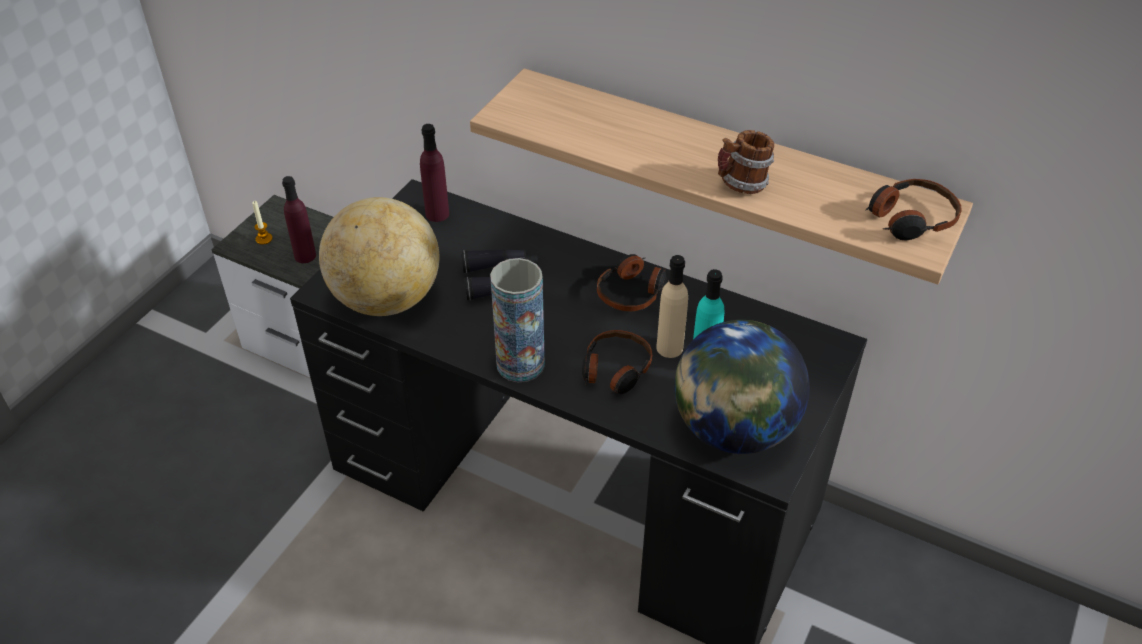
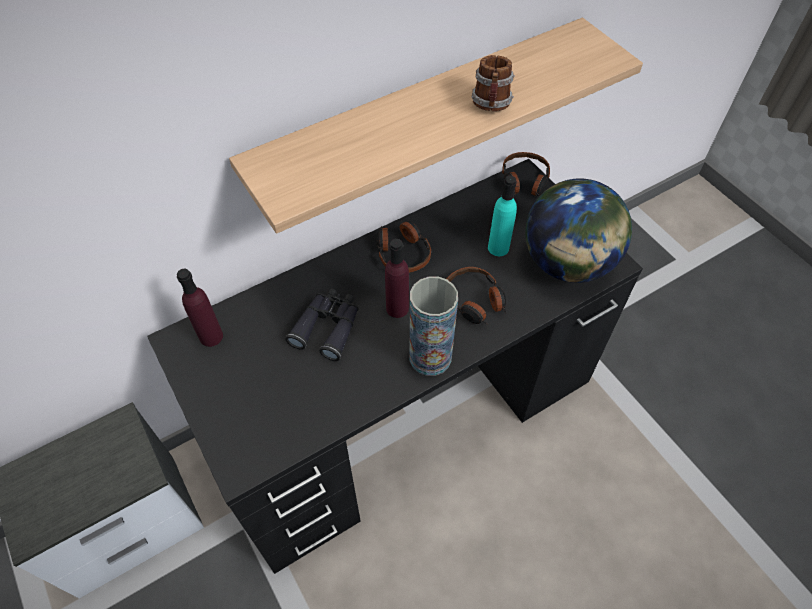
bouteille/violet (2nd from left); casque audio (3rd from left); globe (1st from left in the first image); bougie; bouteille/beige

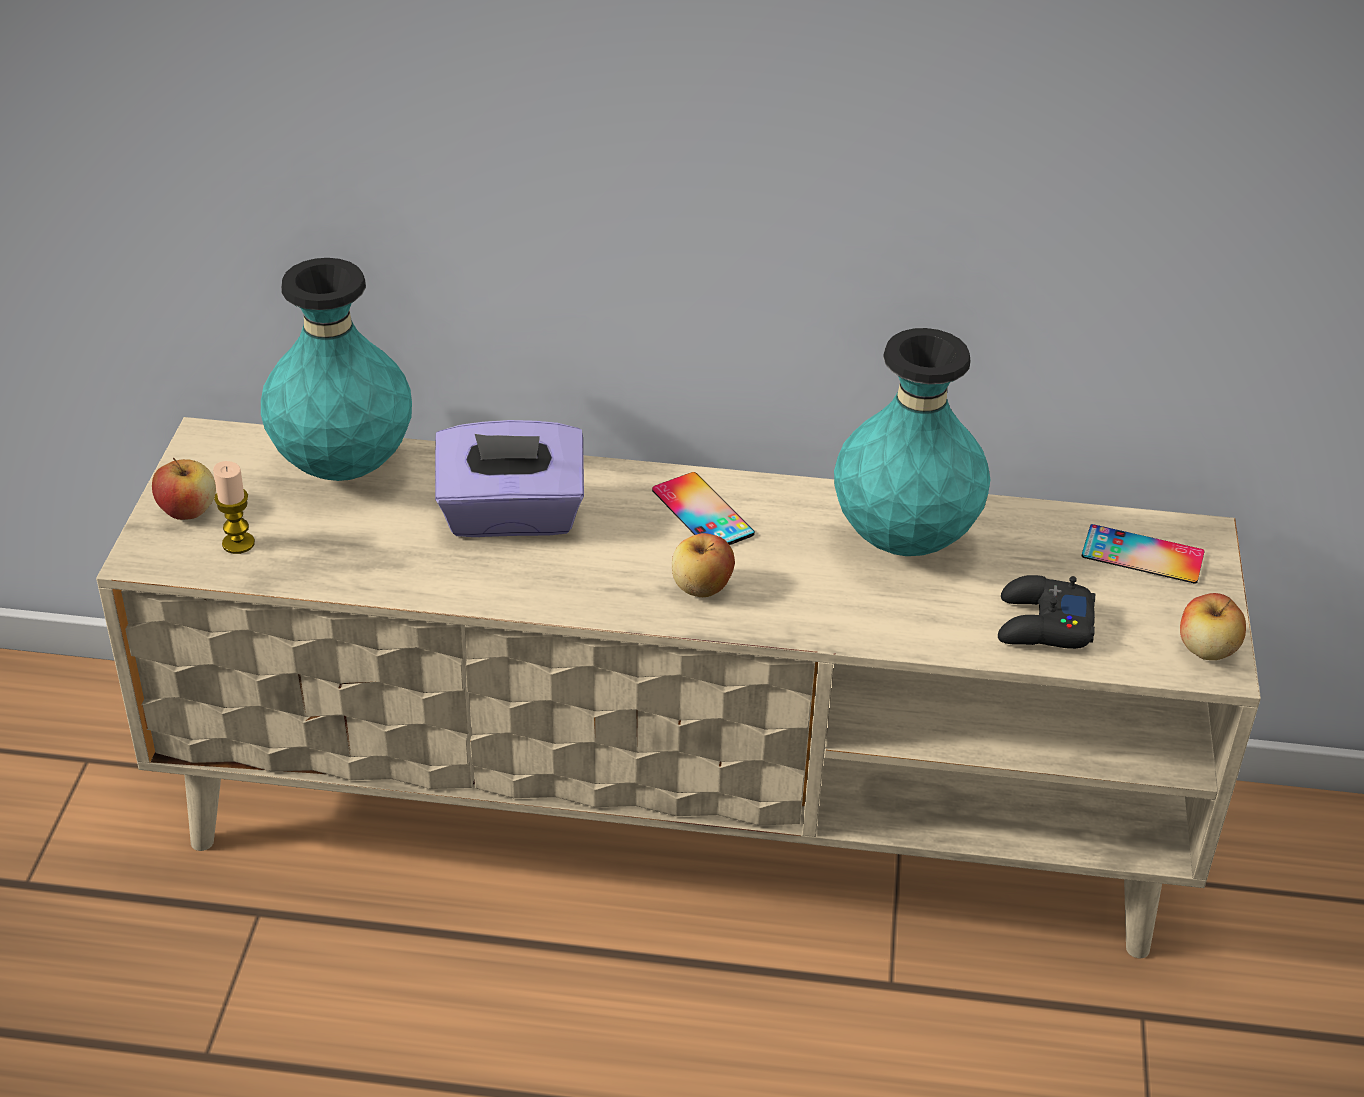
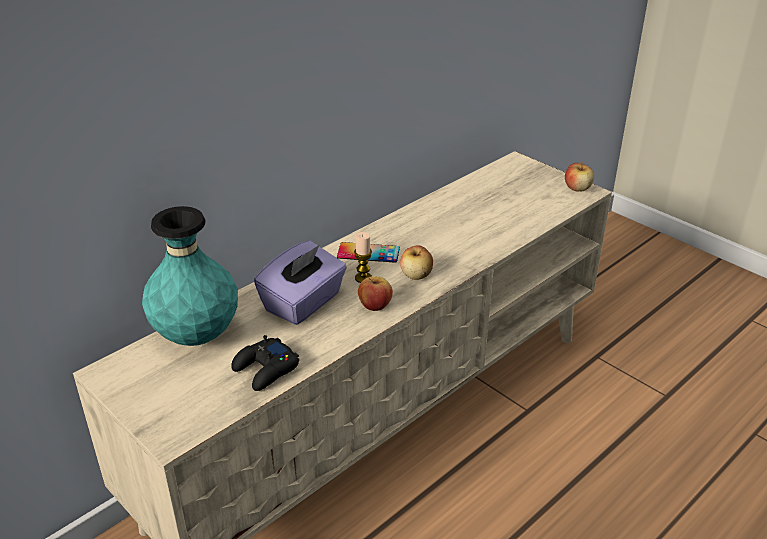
vase/turquoise (2nd from left in the first image); pomme (1st from left); bougie; téléphone (2nd from left in the first image); manette/noir

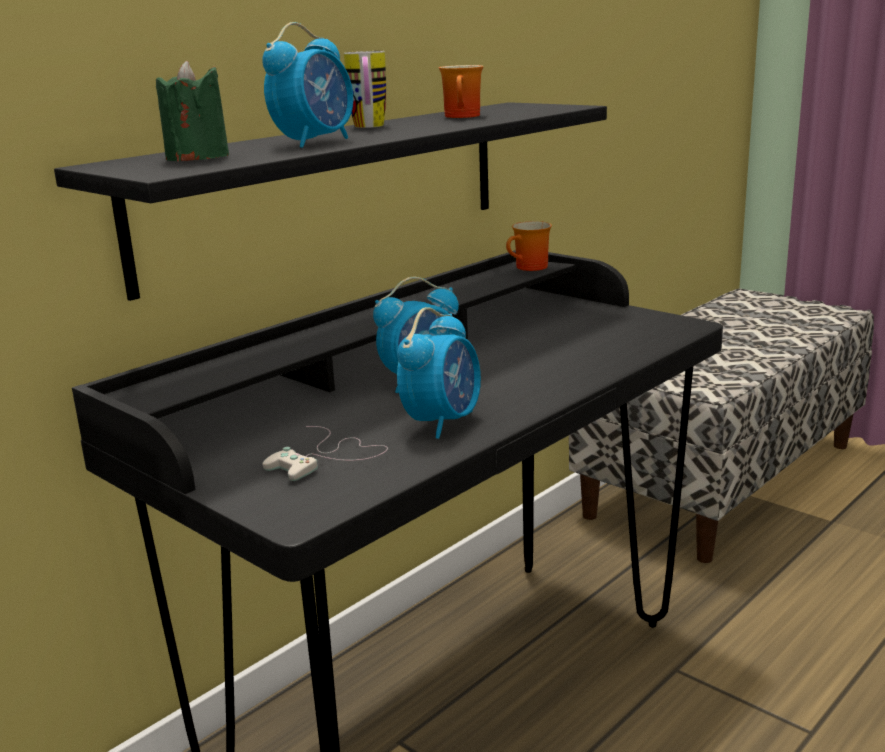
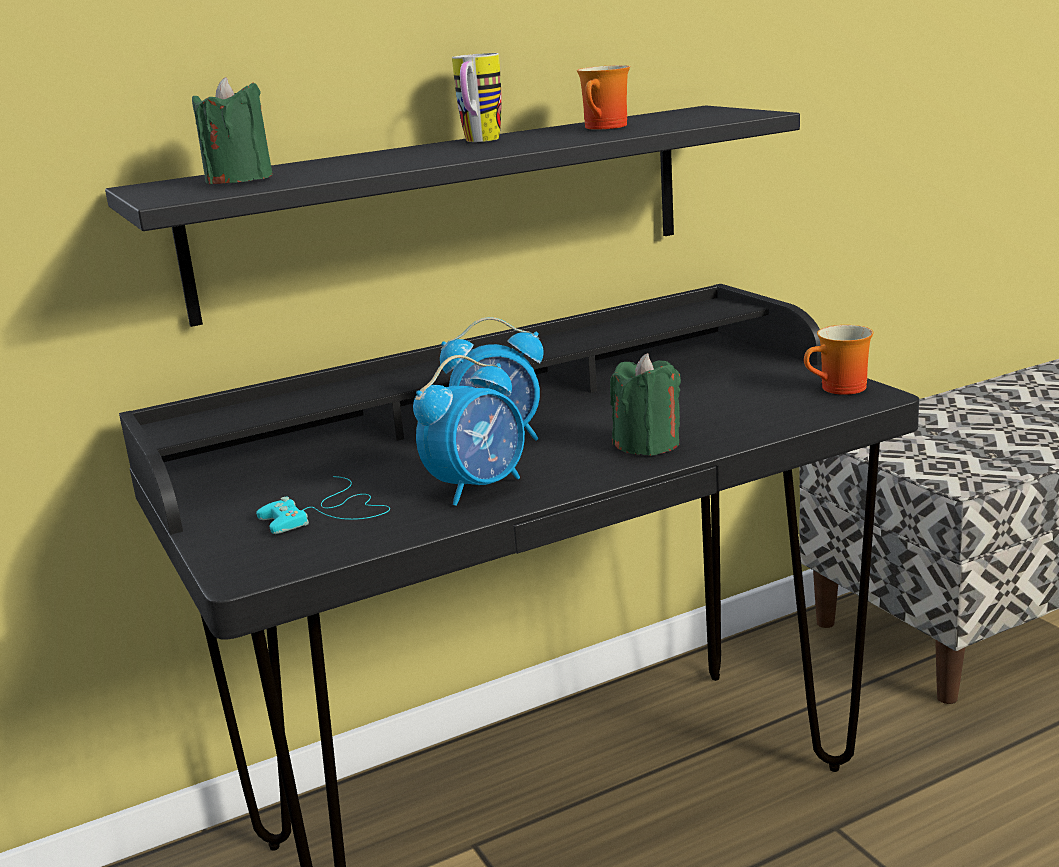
réveil (1st from left in the first image); mug (3rd from left); manette/turquoise; bougie/vert (2nd from left)

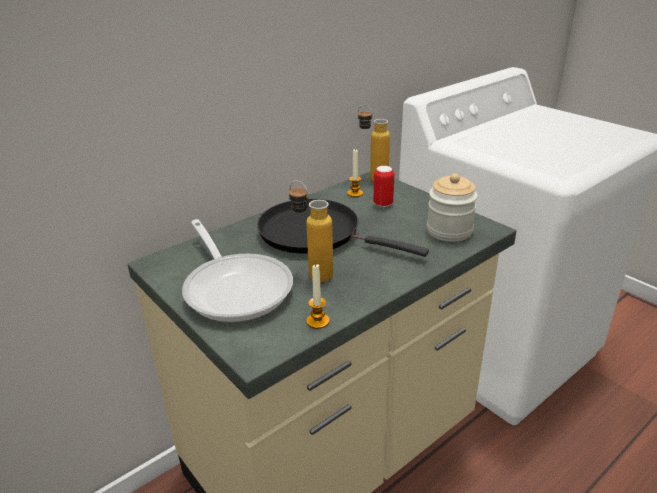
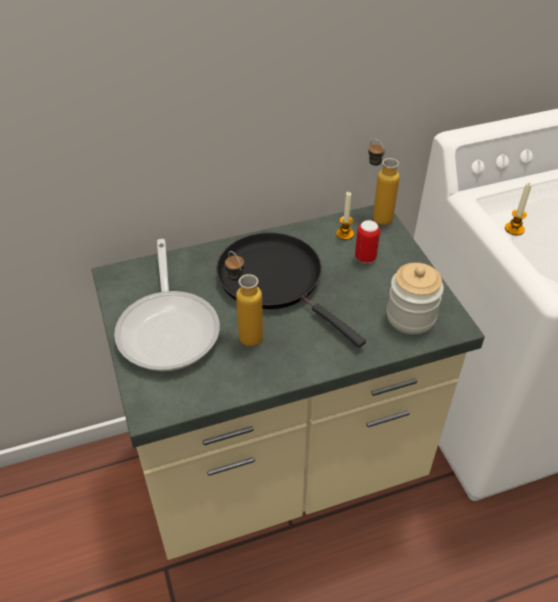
bougie (2nd from left)

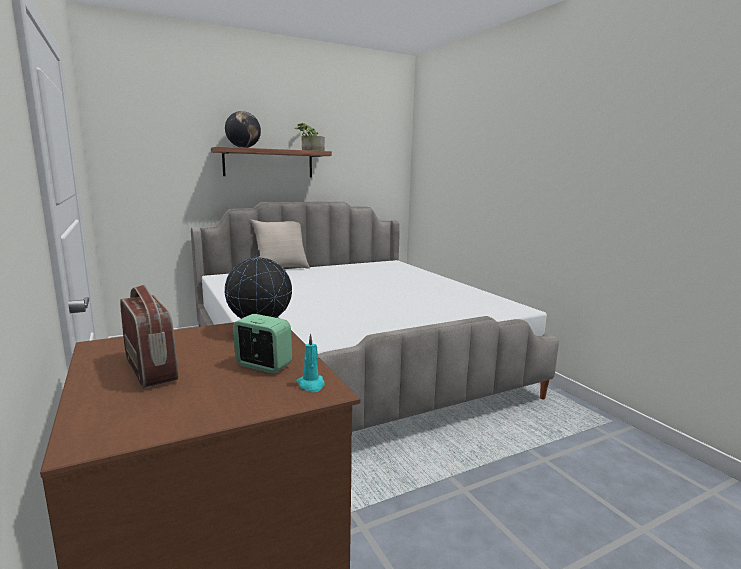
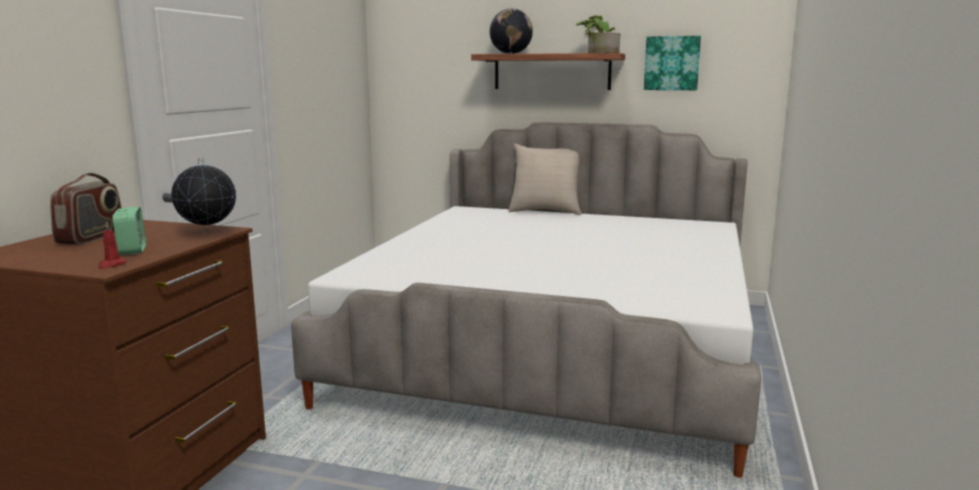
bougie/rouge; tableau

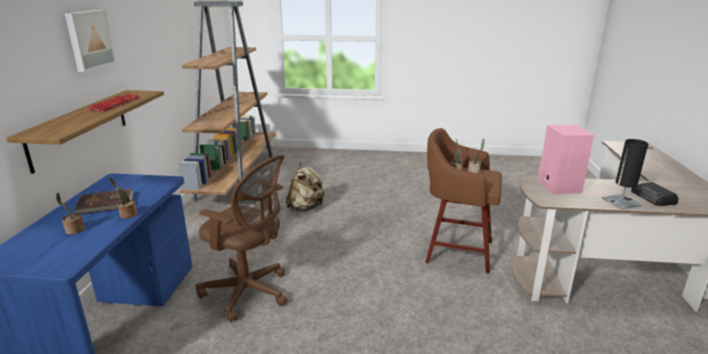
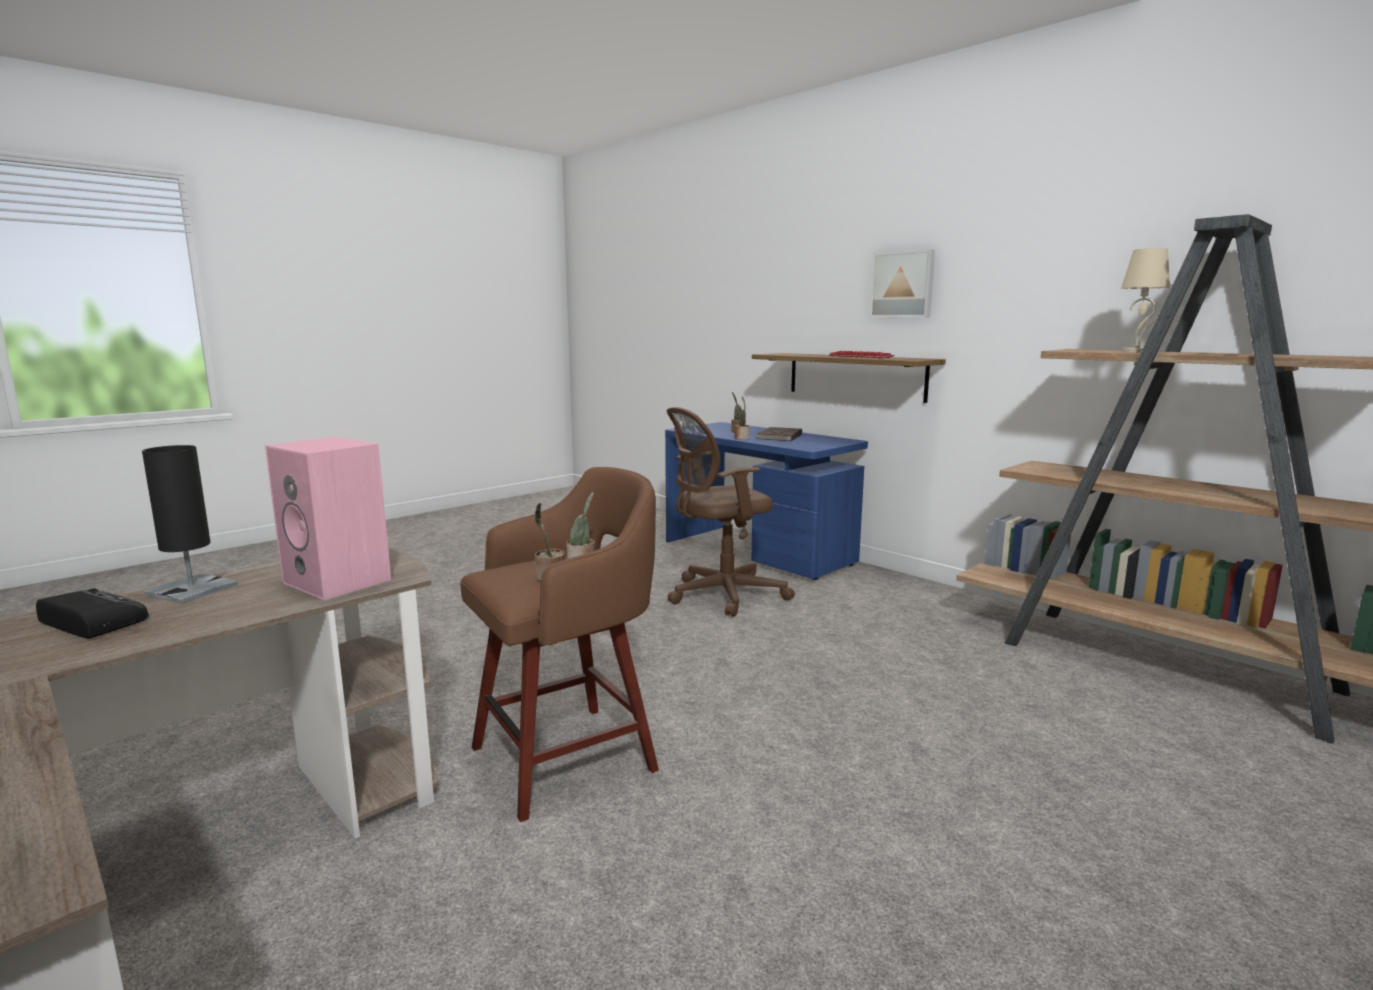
sac à dos/beige; lampe de table/beige

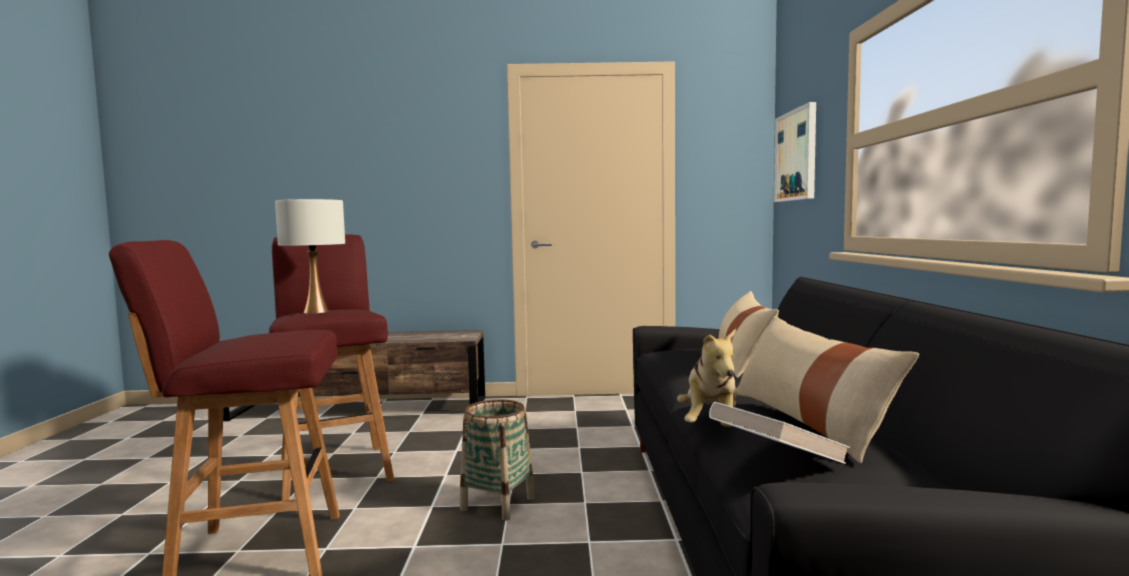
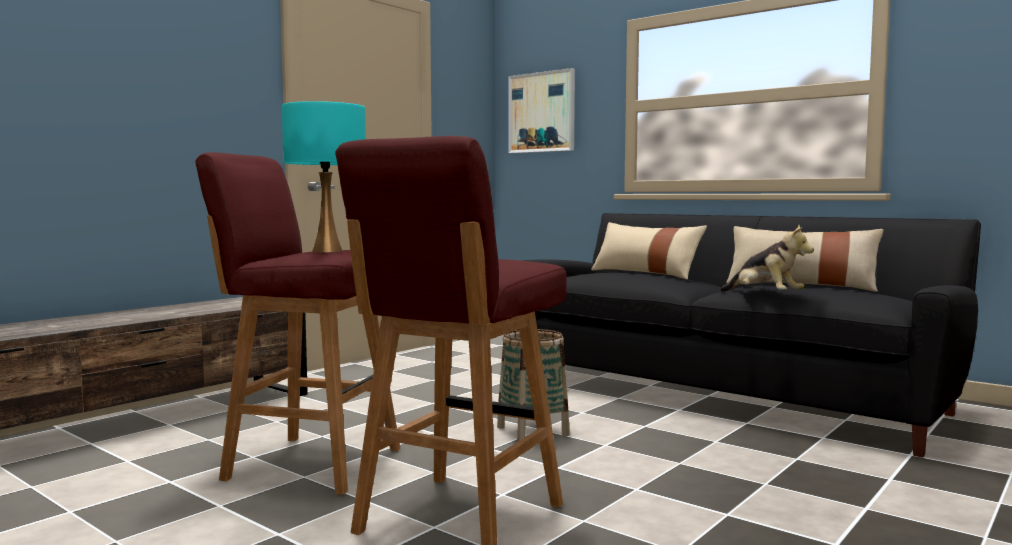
lampe de table/turquoise; livre/blanc

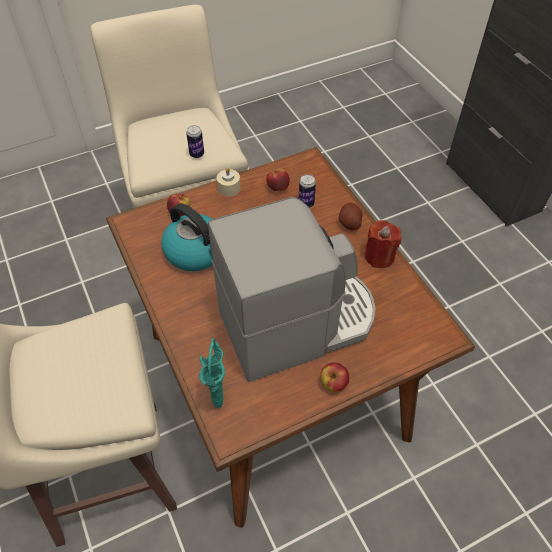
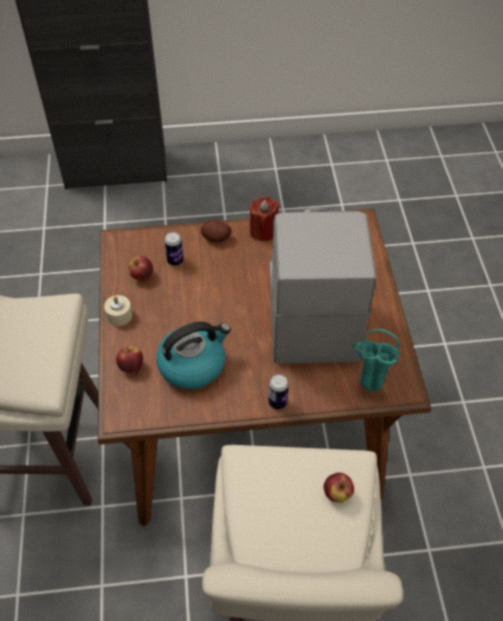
boîte métallique (2nd from left); pomme (3rd from left)

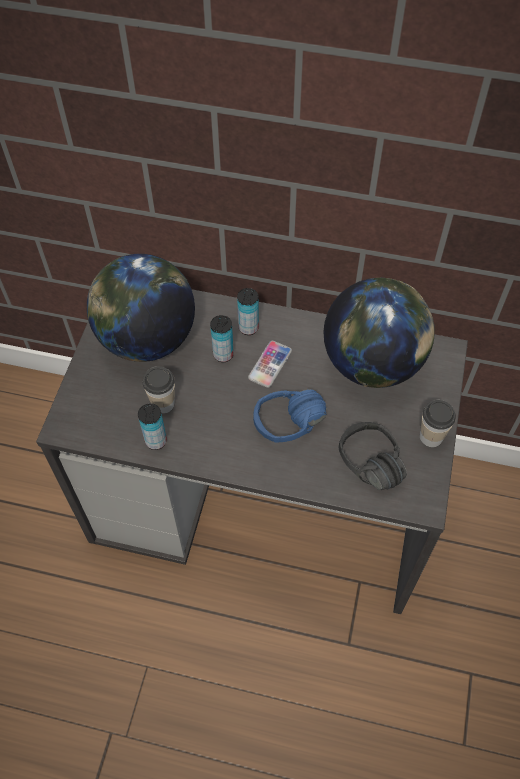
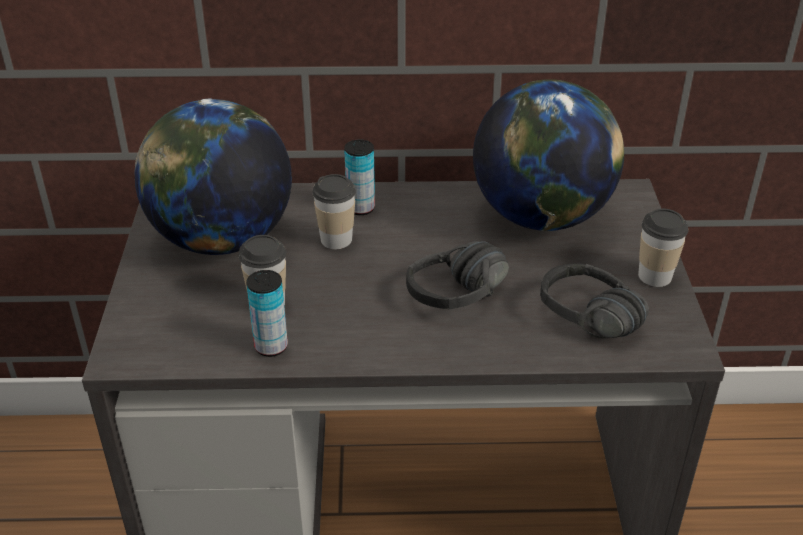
tasse (2nd from left); téléphone; casque audio/noir (1st from left)

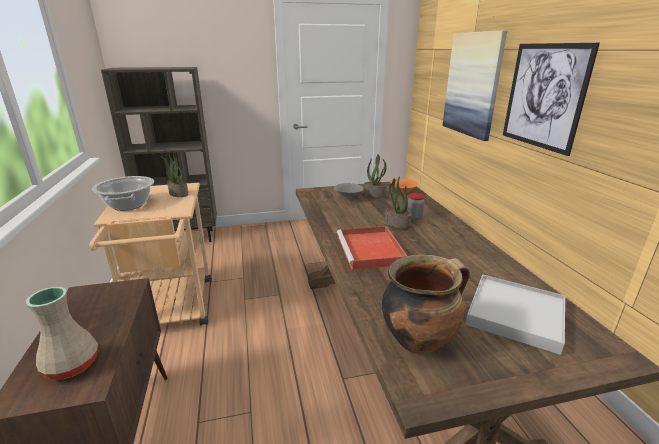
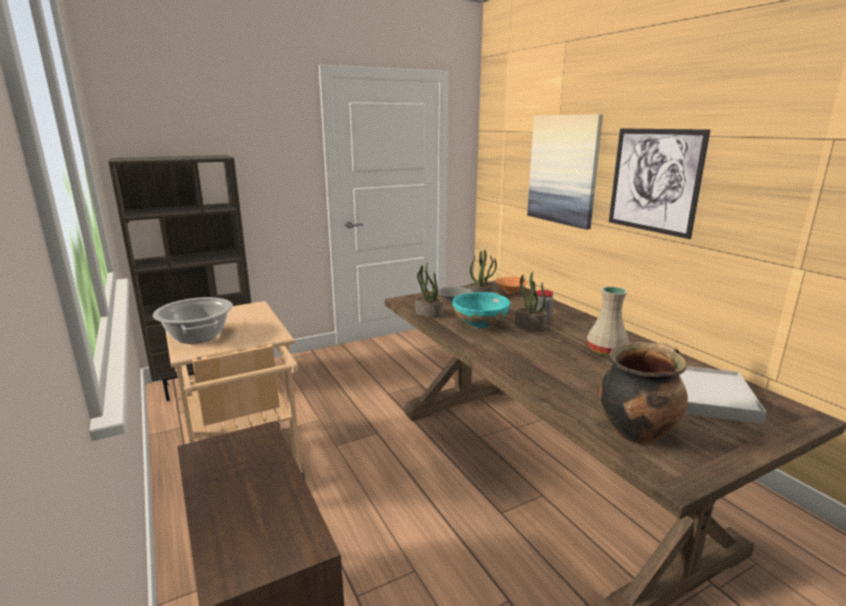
plante en pot (1st from left); plateau/rouge; vase/beige; bol/turquoise

